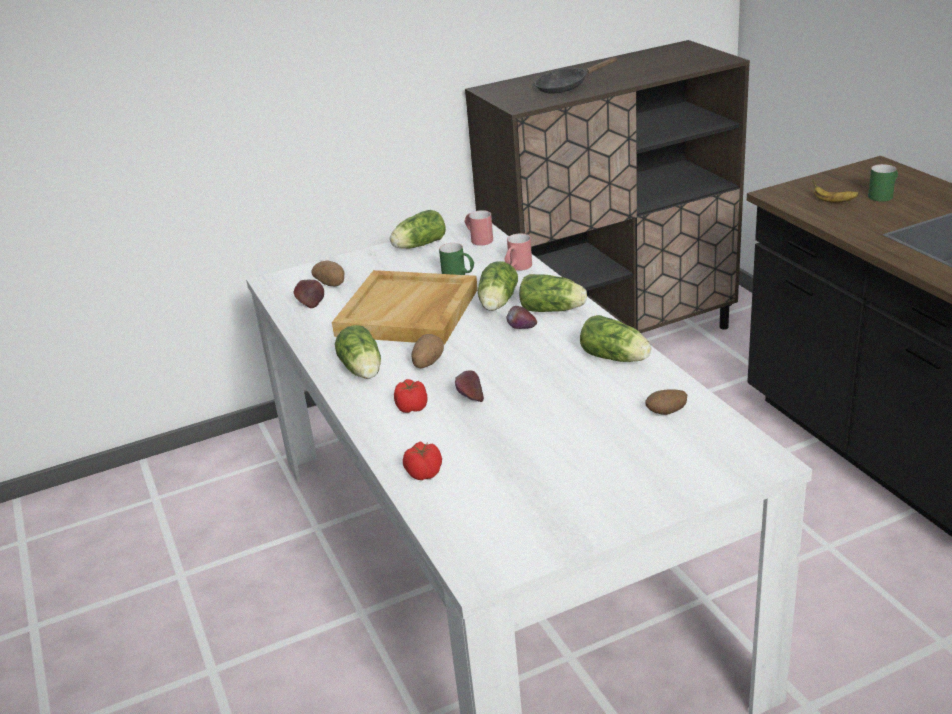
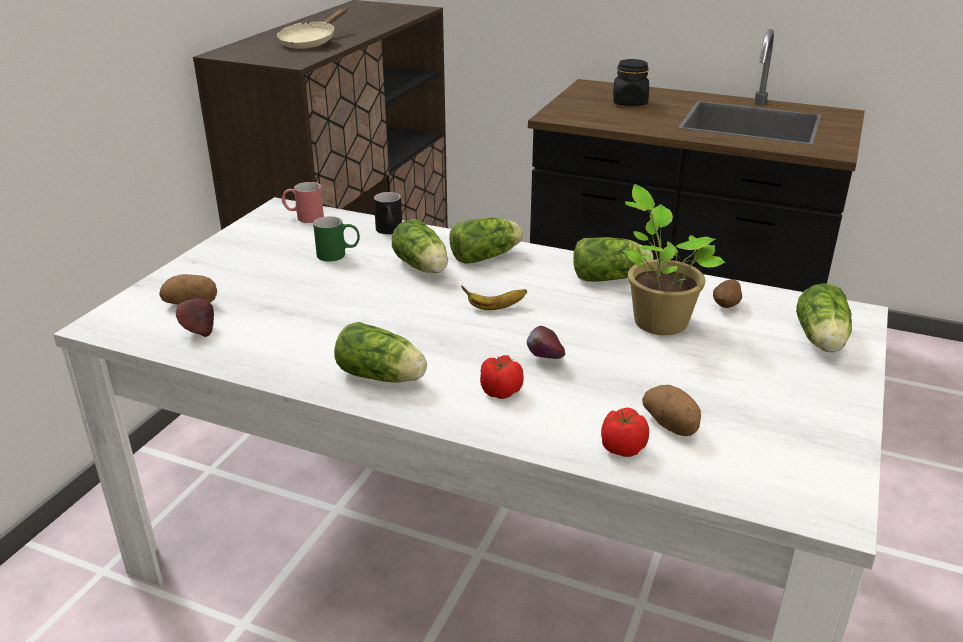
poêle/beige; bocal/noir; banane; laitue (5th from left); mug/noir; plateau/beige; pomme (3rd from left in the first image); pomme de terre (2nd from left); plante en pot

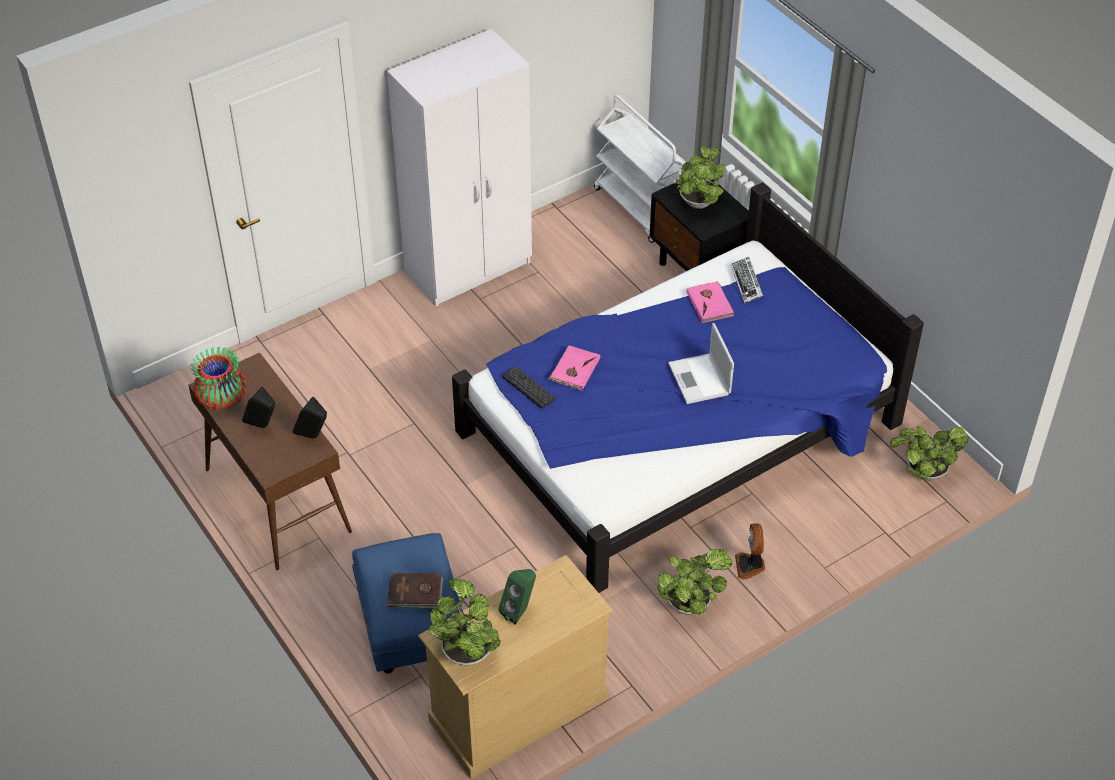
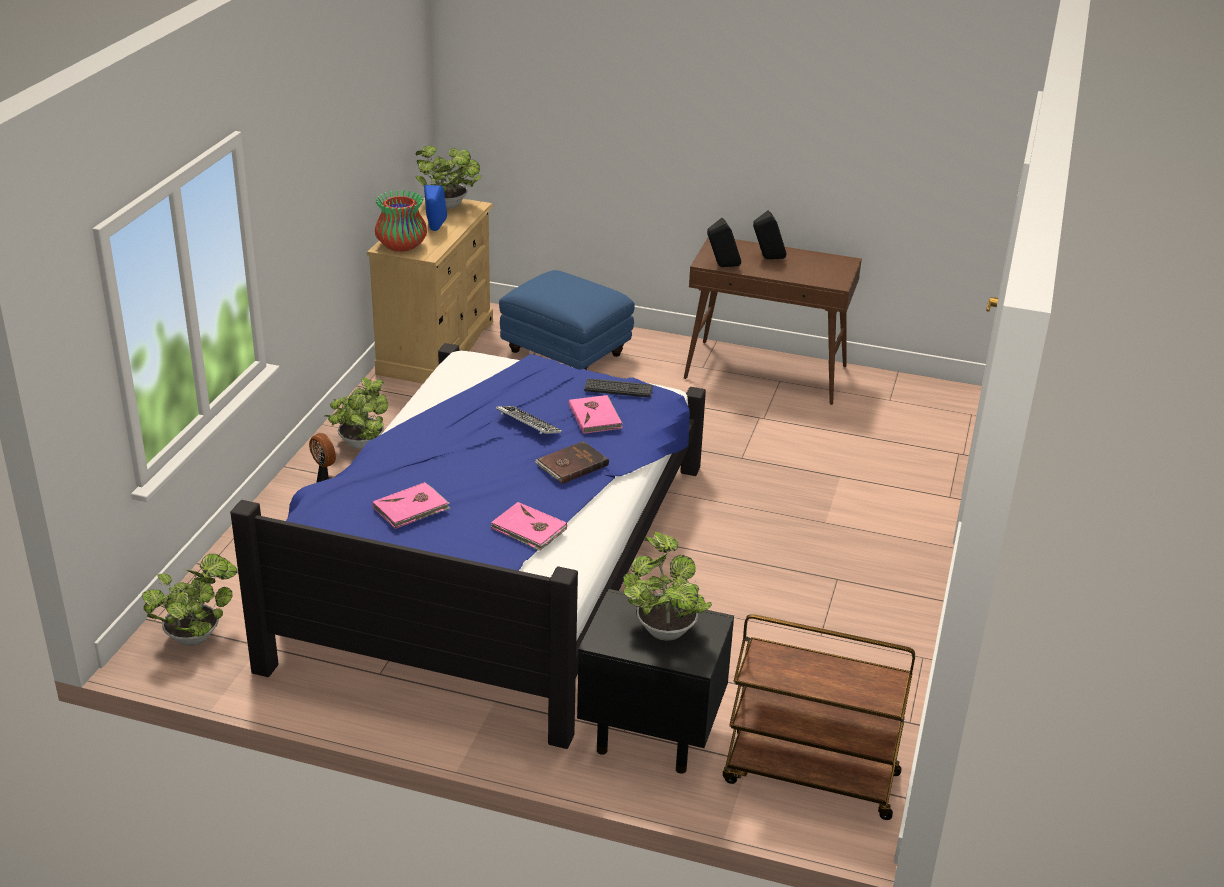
armoire/blanc; chariot/marron; clavier (1st from left); ordinateur portable; vase; enceinte/bleu; livre/marron; livre/rose (1st from left)

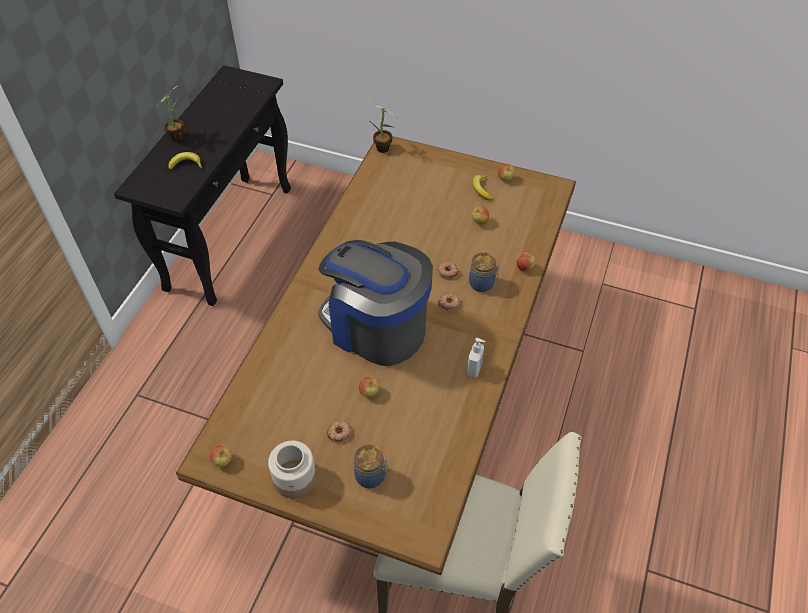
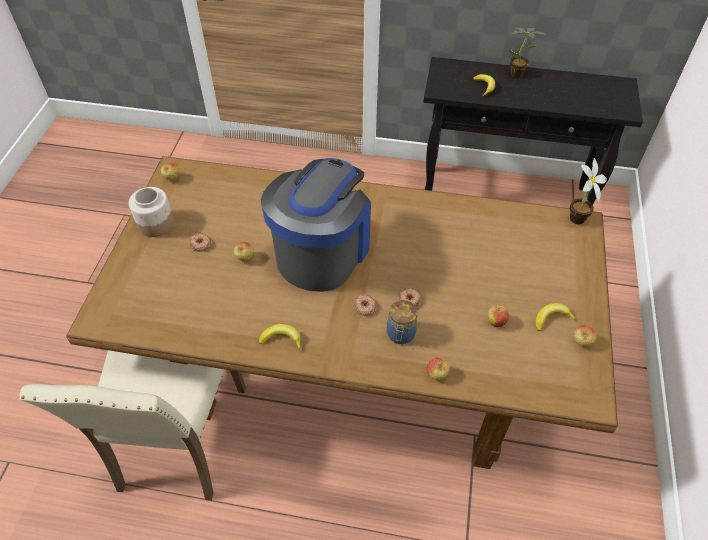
banane (1st from left); bocal (2nd from left in the first image)

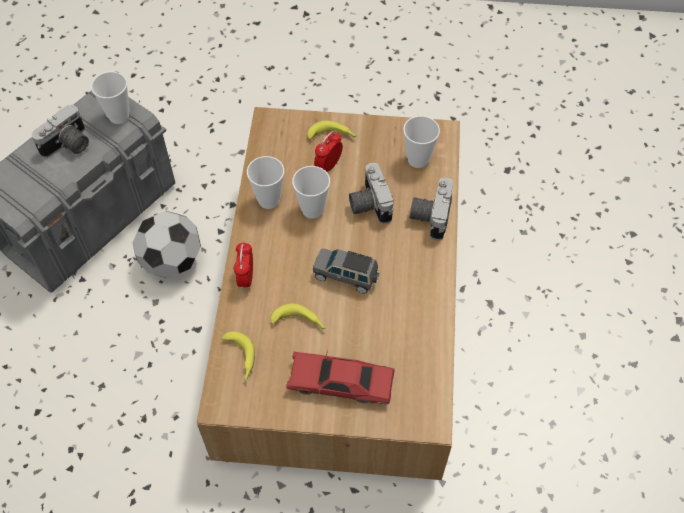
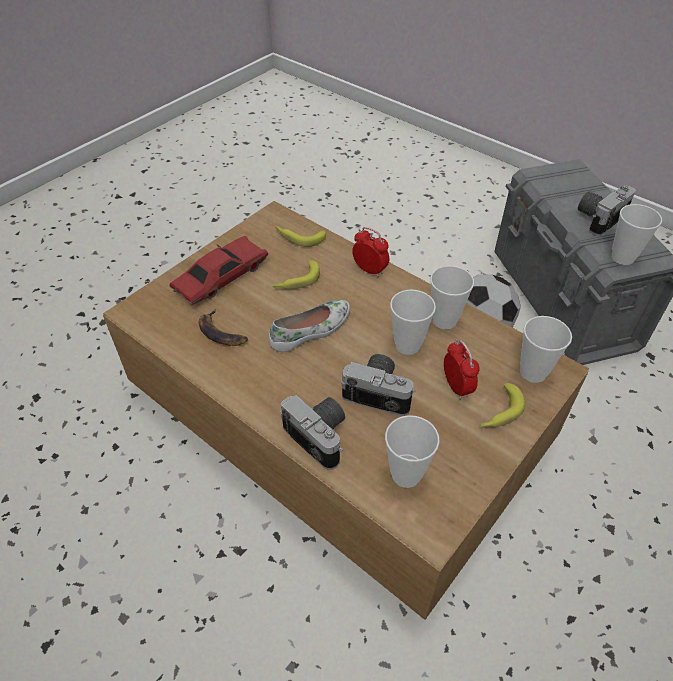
appareil photo (3rd from left); chaussure/blanc; banane (1st from left); tasse (4th from left)

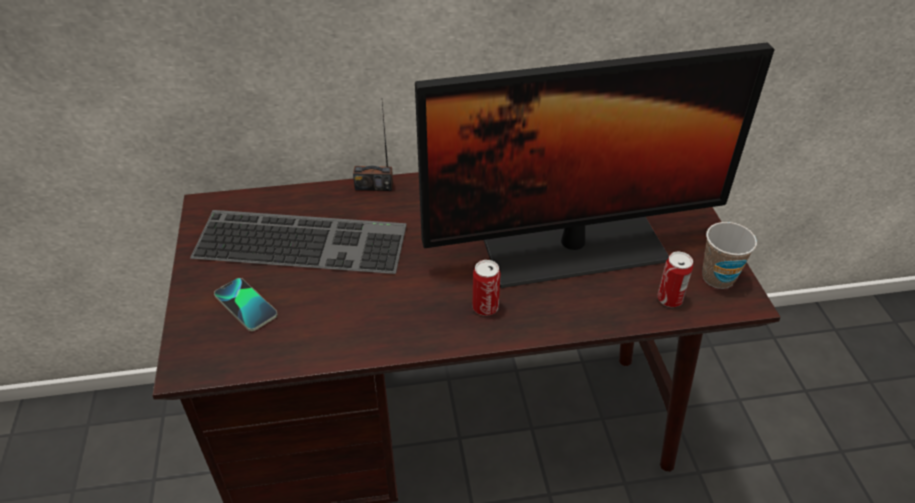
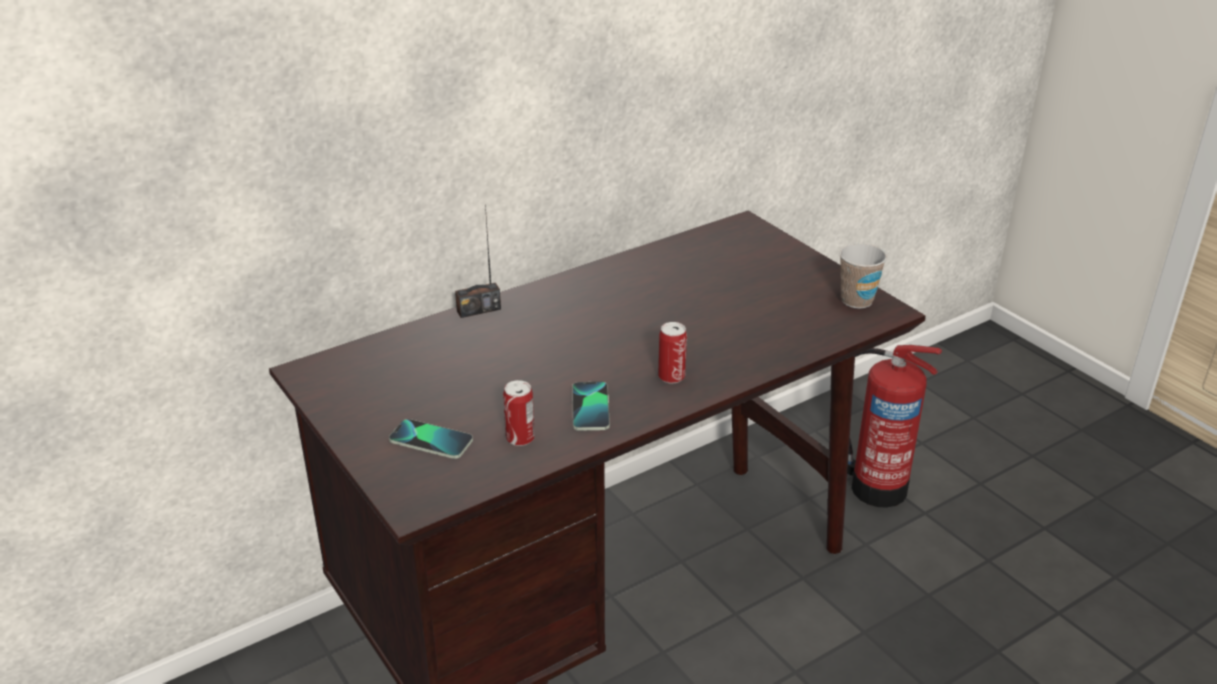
écran d'ordinateur; clavier; boîte métallique (1st from left); extincteur; téléphone (2nd from left)

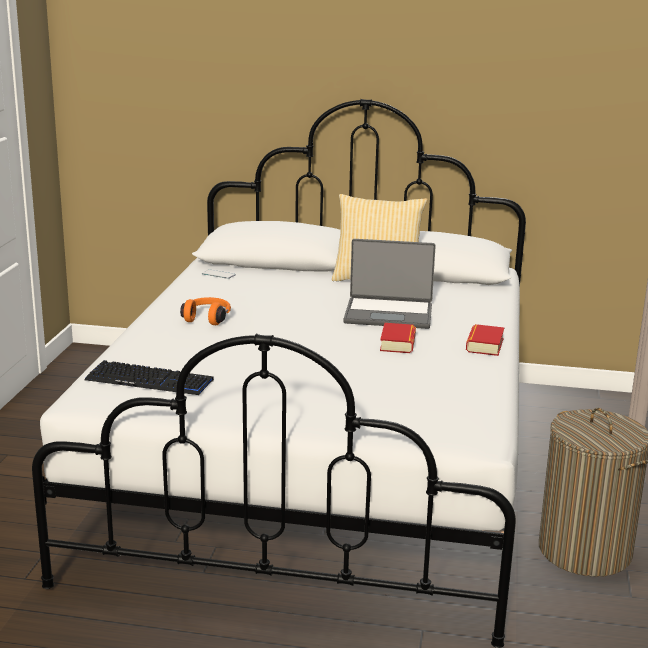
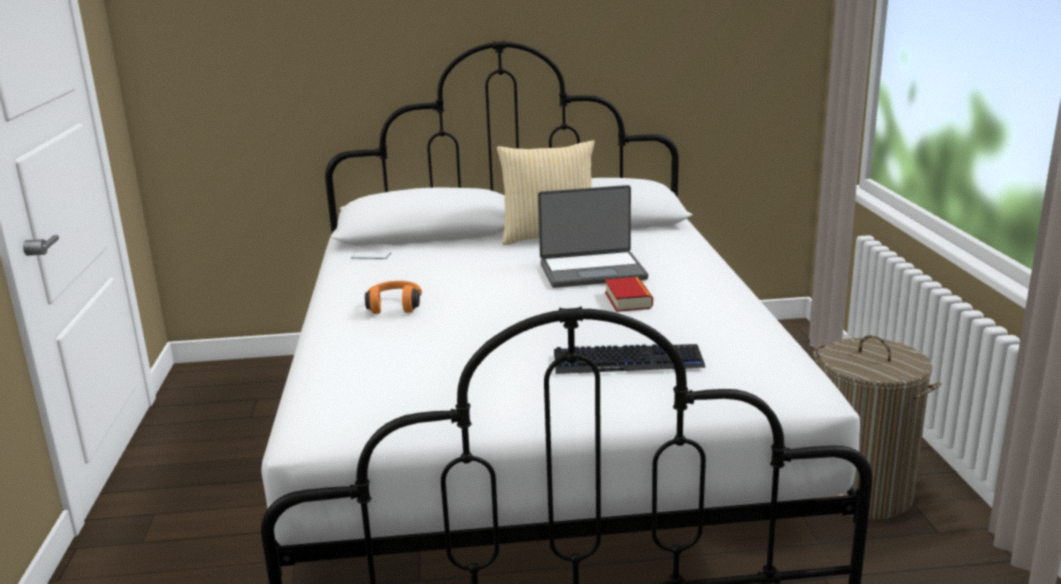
livre (2nd from left in the first image); clavier

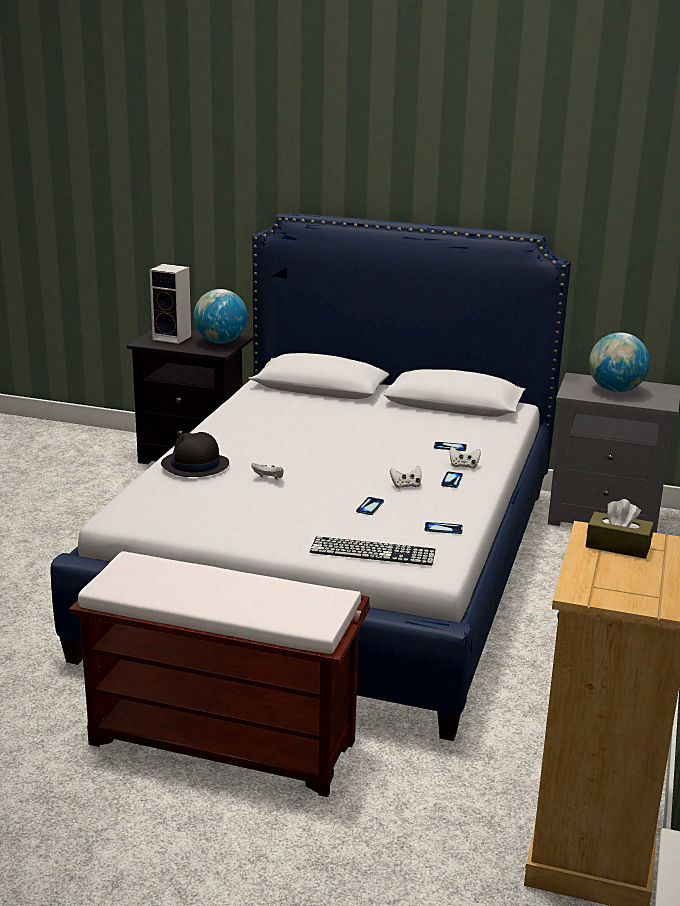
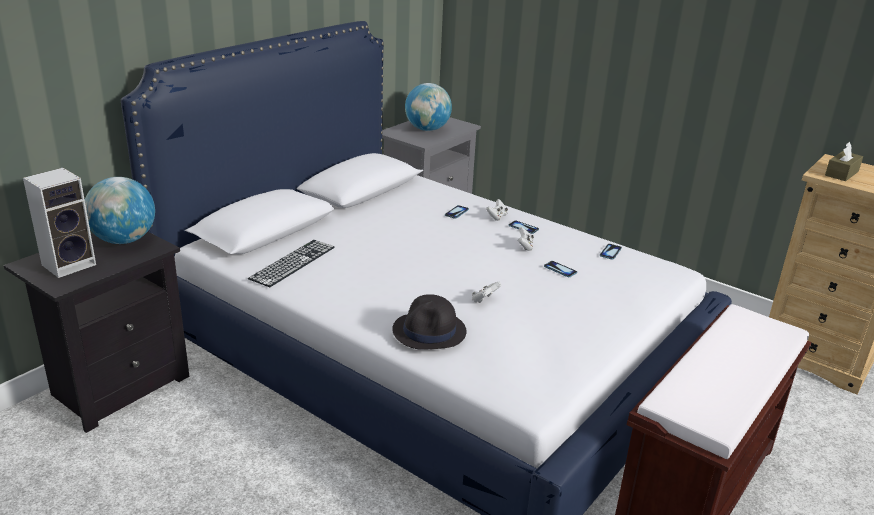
clavier

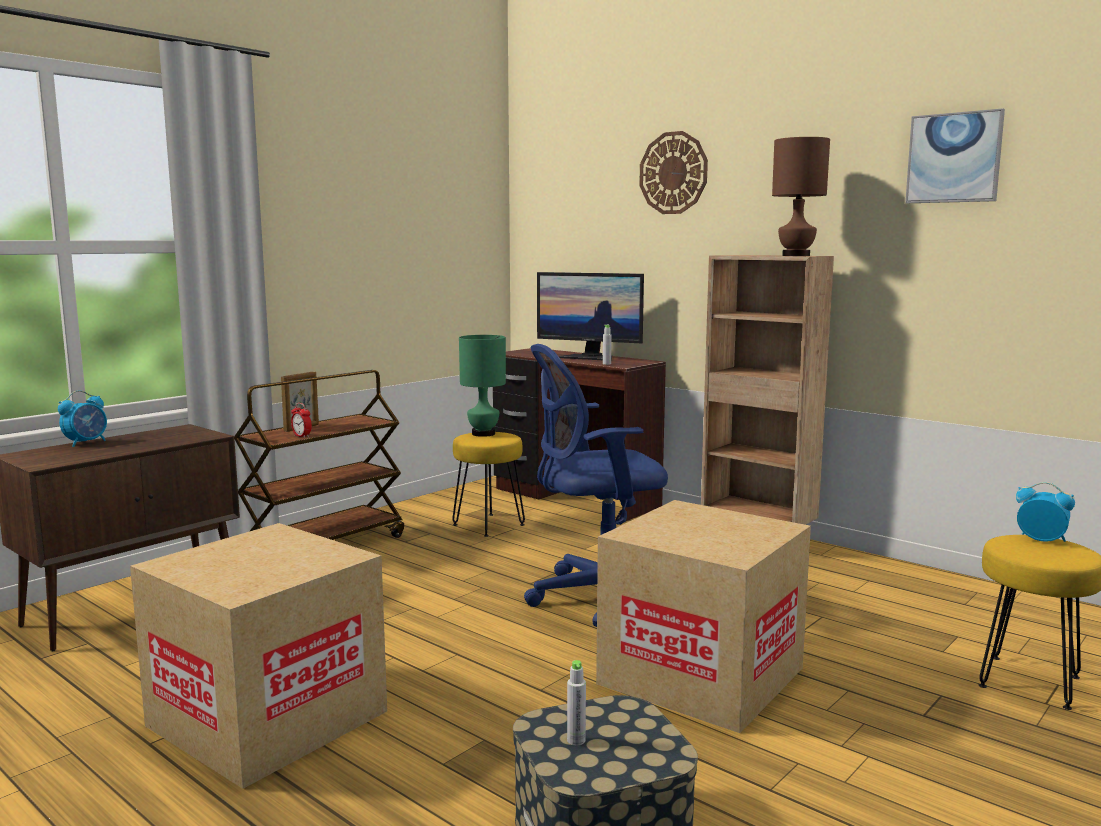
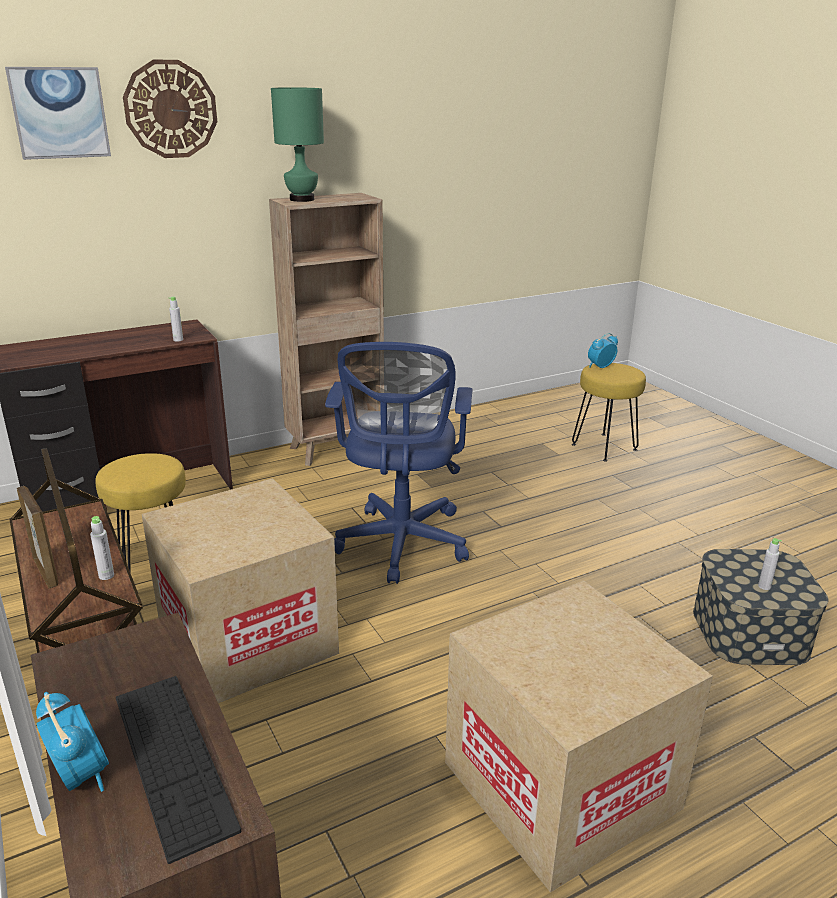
tableau; lampe de table/marron; écran d'ordinateur; lampe de table/vert; bouteille/gris (1st from left); carton (1st from left); clavier

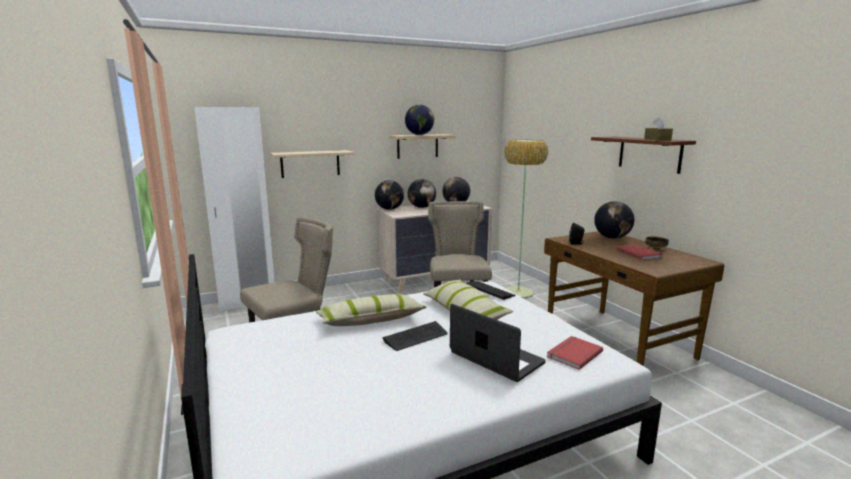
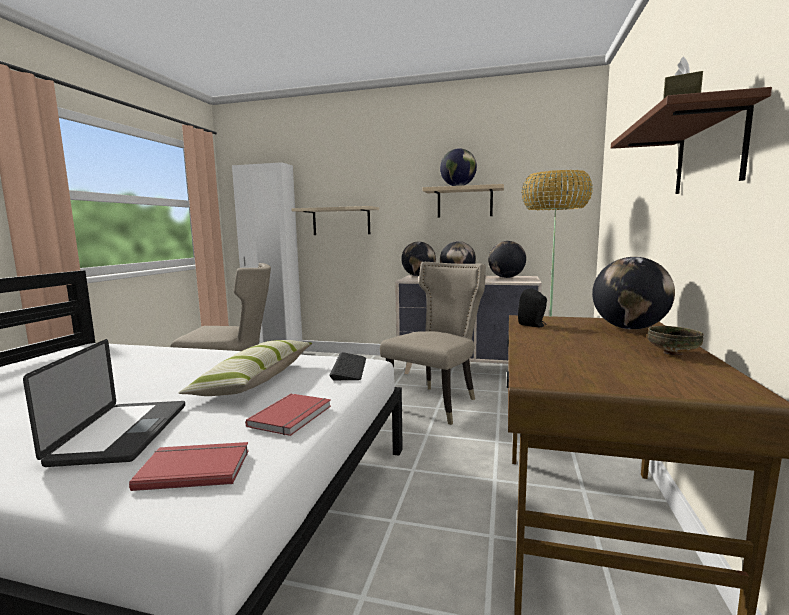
livre/rouge (2nd from left); coussin (1st from left in the first image); clavier (1st from left in the first image)

